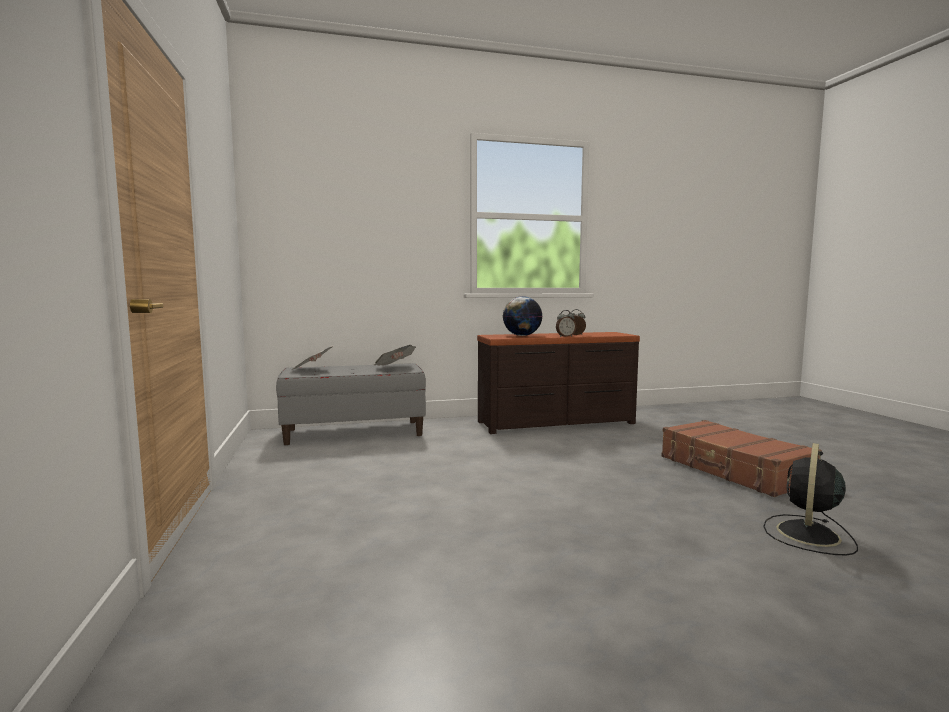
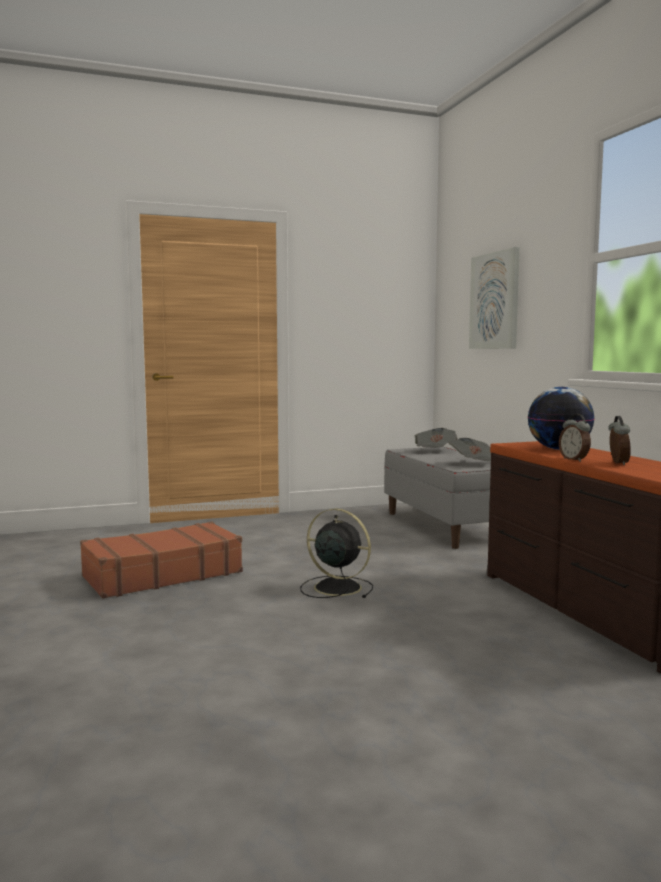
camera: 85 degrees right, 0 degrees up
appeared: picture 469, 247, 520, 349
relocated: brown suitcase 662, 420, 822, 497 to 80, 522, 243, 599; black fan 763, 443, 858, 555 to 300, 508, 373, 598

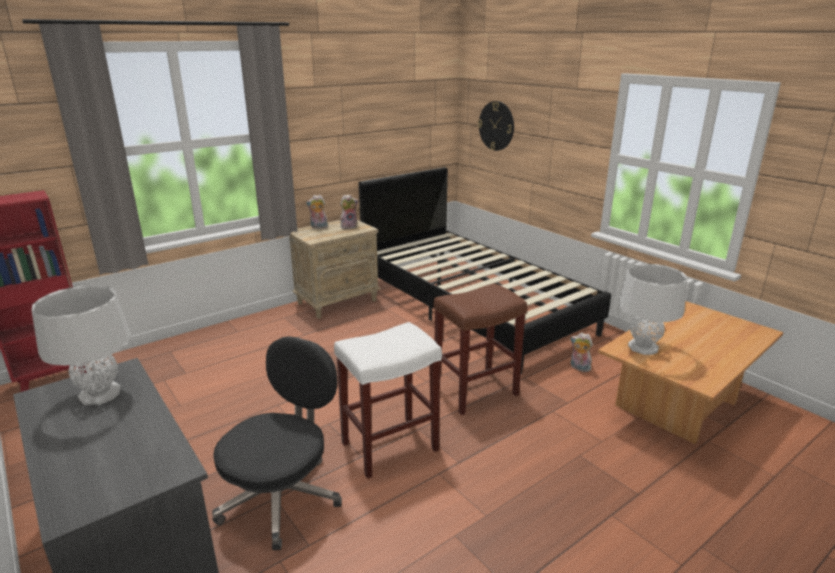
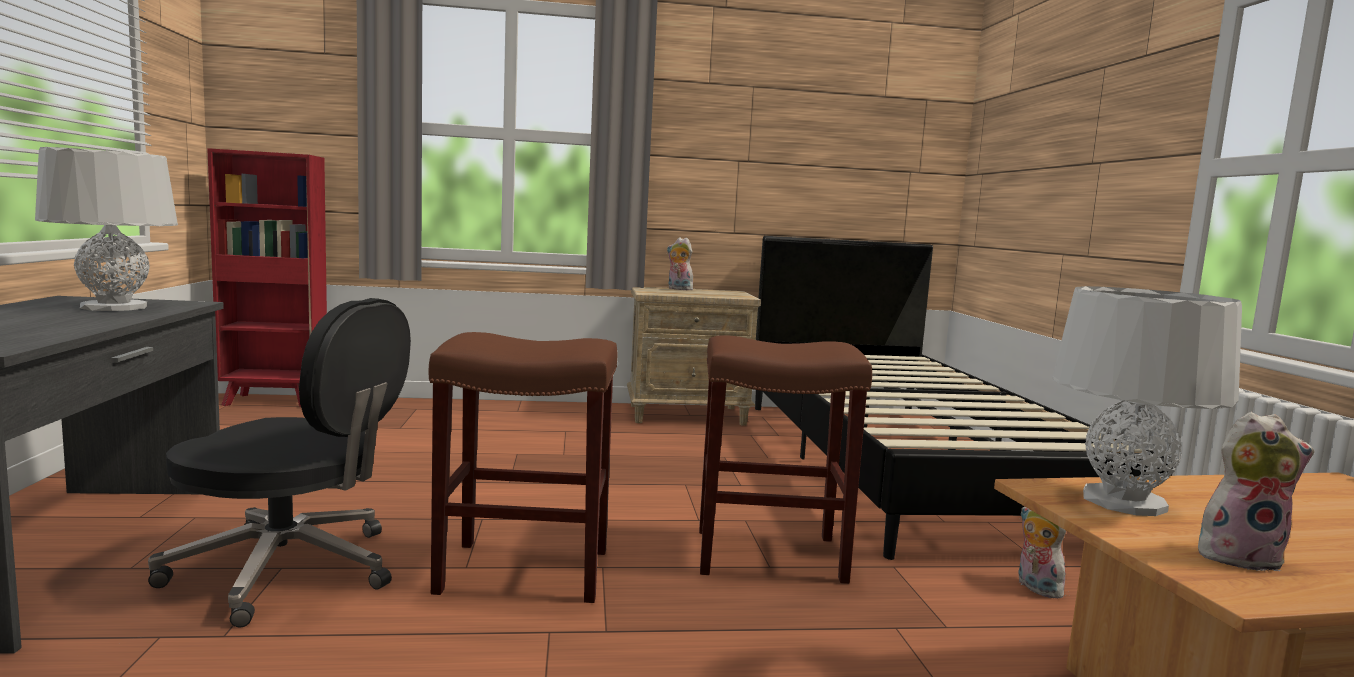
camera: 30 degrees right, 15 degrees down
missing: wall clock 478, 101, 514, 151
relocated: plush toy 340, 194, 359, 229 to 1198, 412, 1314, 571
colour: white stool 334, 322, 442, 479 to brown stool 429, 332, 617, 603
spun: black office chair 212, 336, 342, 550 = 148, 298, 411, 627 45 degrees clockwise

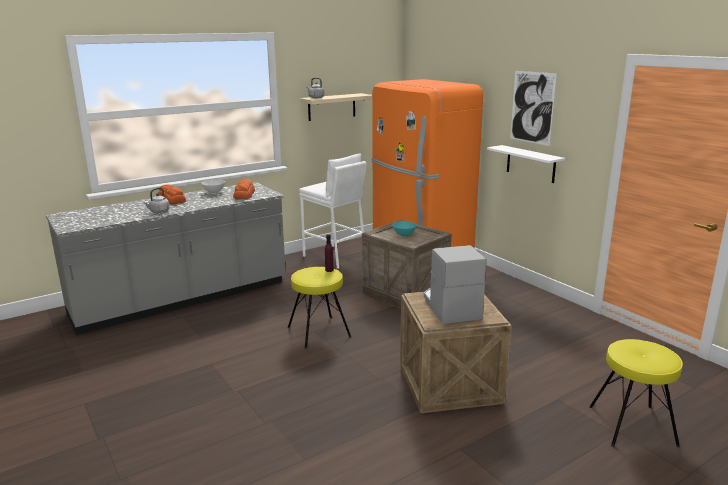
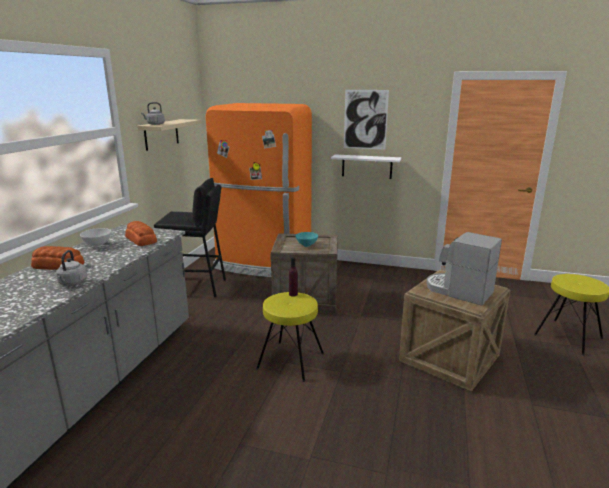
camera: 40 degrees left, 0 degrees up
colour: white stool 299, 153, 367, 269 to black stool 154, 178, 226, 297

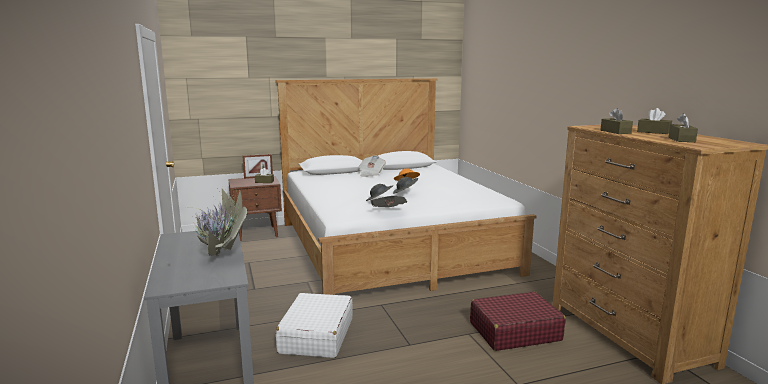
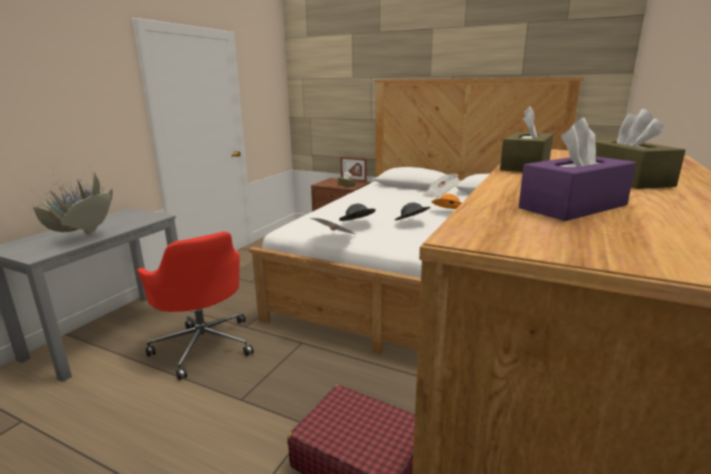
camera: 45 degrees right, 5 degrees up
exchanged: white suitcase 276, 293, 353, 358 to red office chair 136, 231, 254, 380
colour: brown tissue box 669, 113, 698, 142 to purple tissue box 519, 117, 636, 221

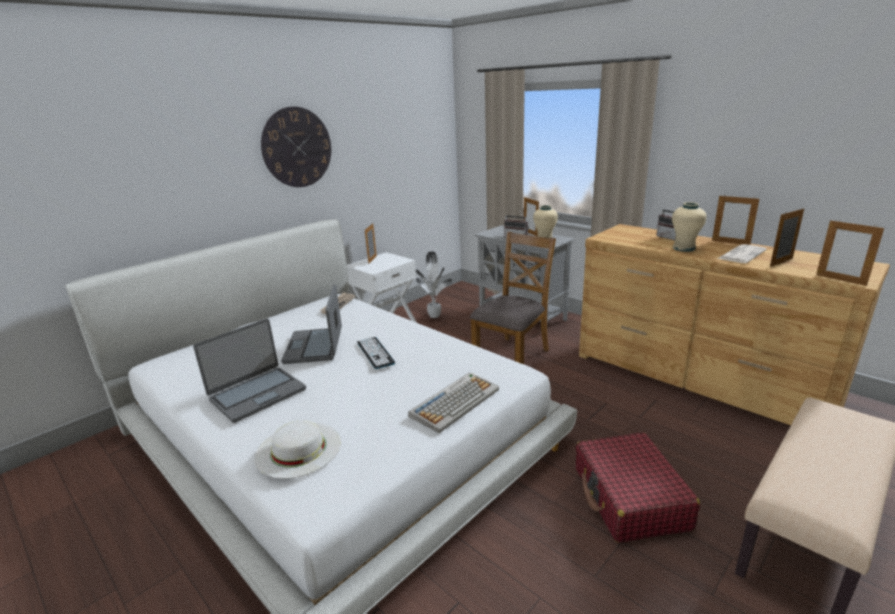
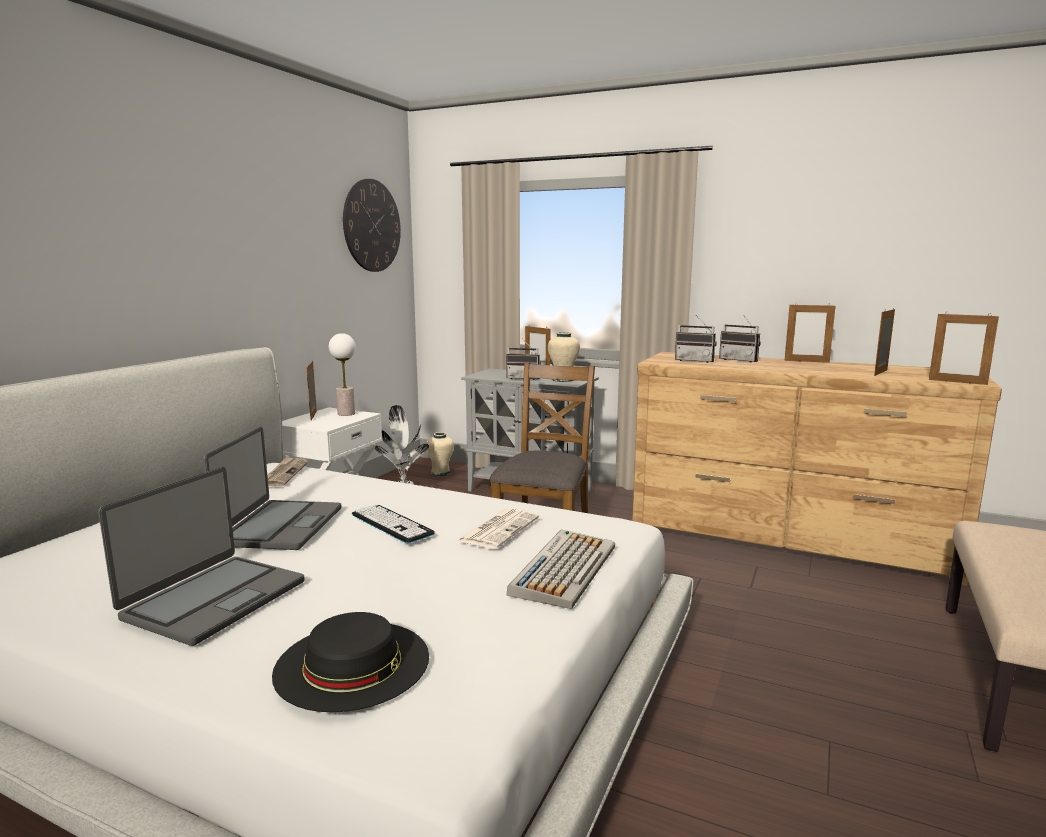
camera: 20 degrees left, 10 degrees down
missing: red suitcase 576, 432, 700, 543
appeared: table lamp 329, 333, 356, 416; radio 675, 315, 717, 363
relocated: wall clock 261, 106, 331, 187 to 343, 179, 401, 272; beige vase 672, 202, 707, 252 to 426, 432, 454, 476; newspaper 717, 244, 767, 263 to 457, 508, 539, 549
colour: white hat 255, 420, 341, 479 to black hat 272, 612, 429, 712
spun: laptop 281, 285, 342, 364 = 203, 427, 341, 550 150 degrees counterclockwise

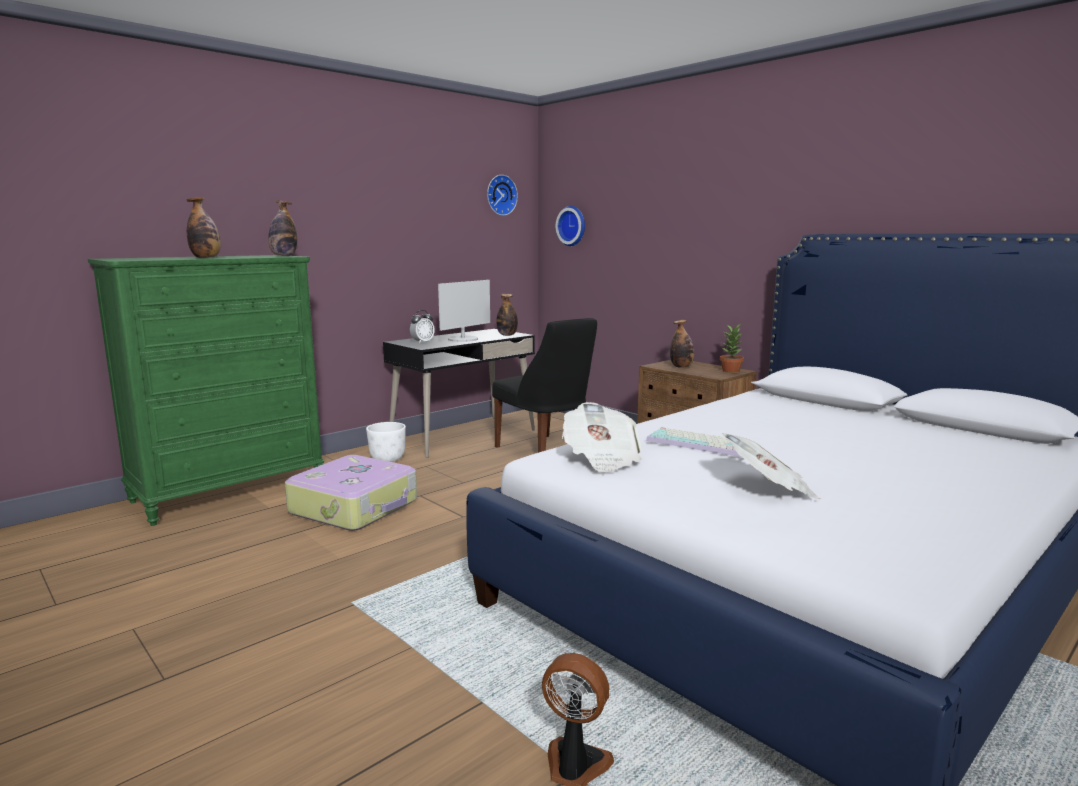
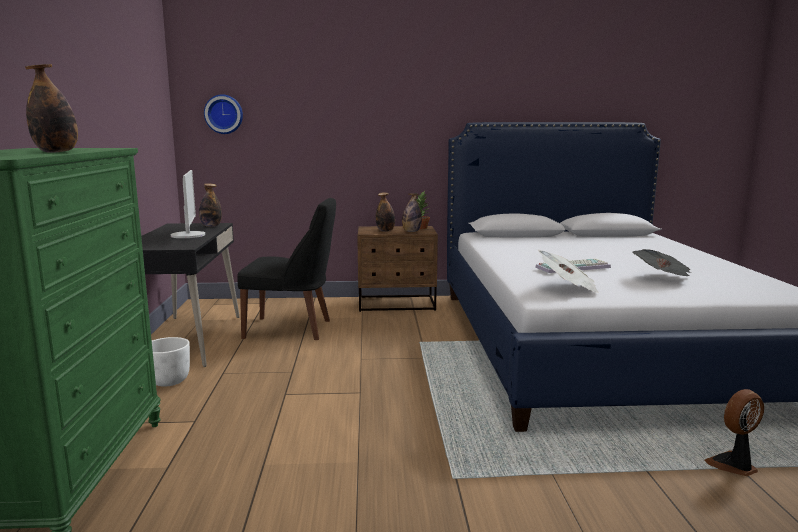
camera: 50 degrees left, 0 degrees up
missing: suitcase 285, 455, 417, 531; alarm clock 410, 310, 435, 344; wall clock 487, 175, 518, 216
relocated: bottle 268, 200, 297, 256 to 402, 193, 422, 232

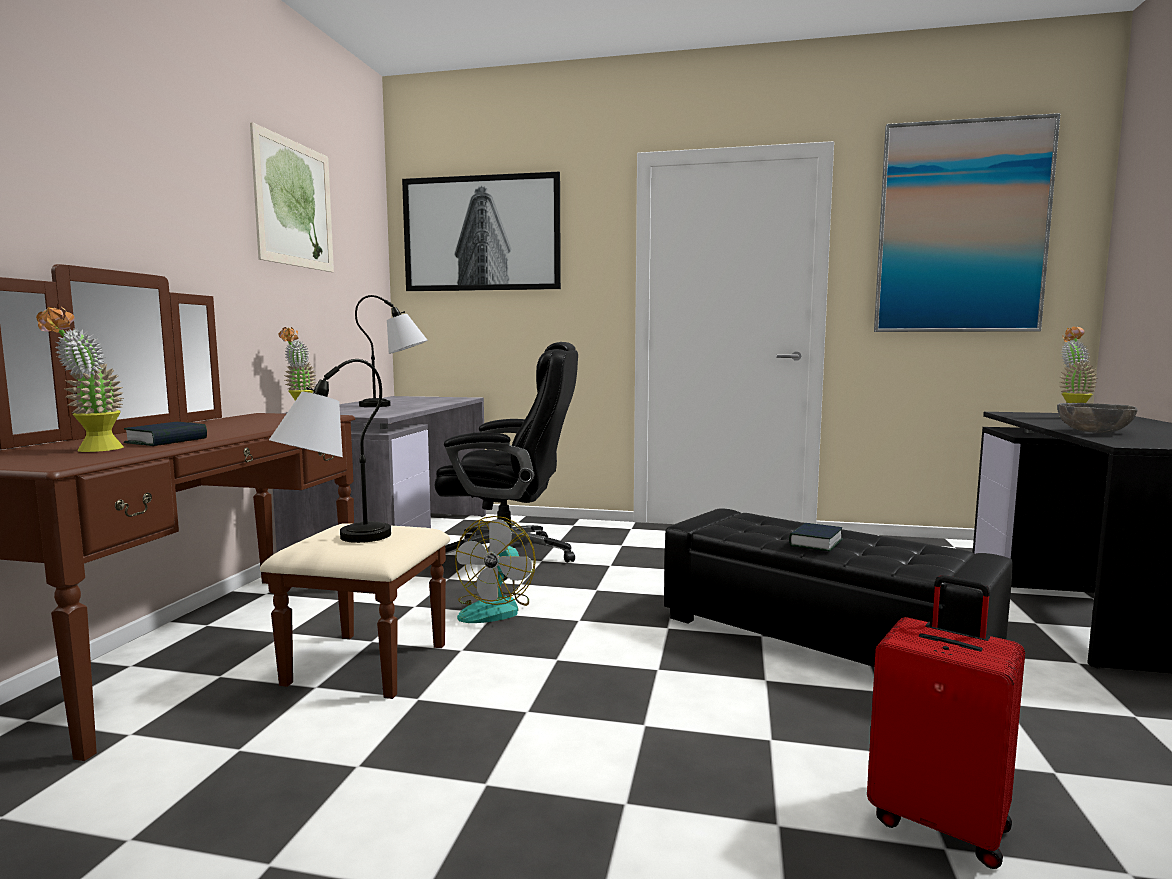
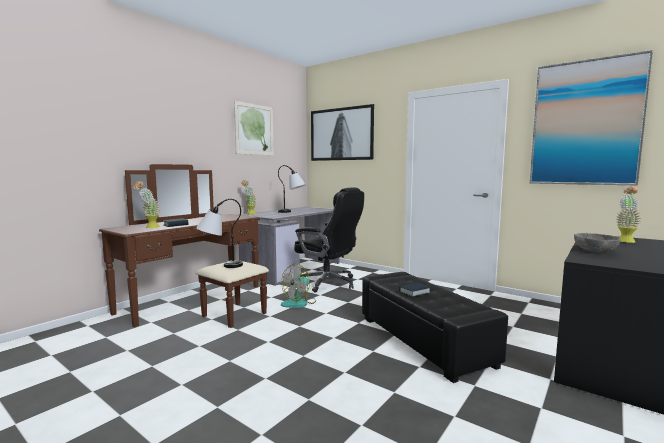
camera: 25 degrees right, 0 degrees up
missing: red suitcase 867, 575, 1025, 869

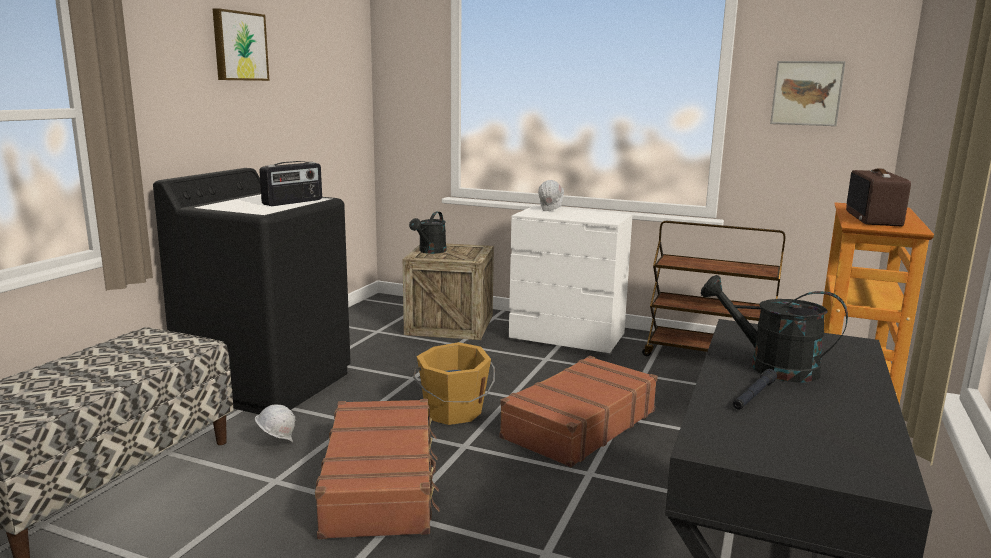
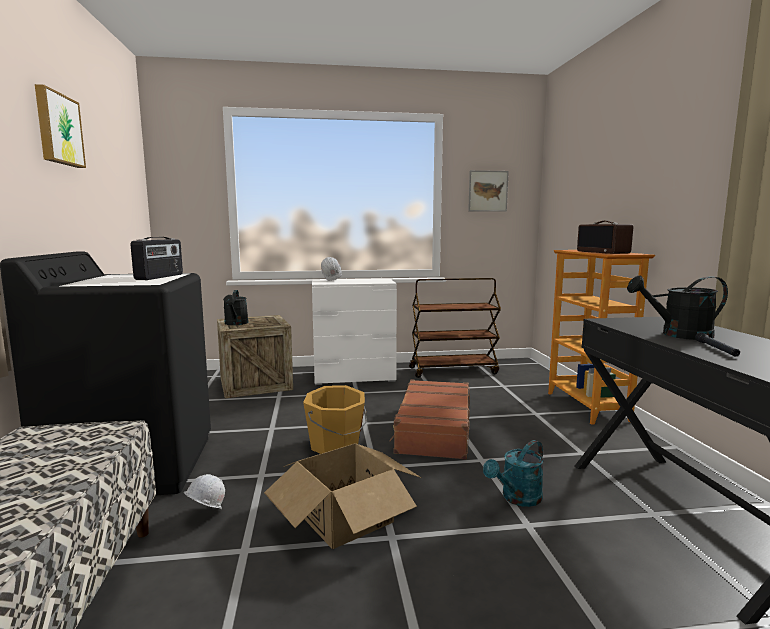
camera: 30 degrees left, 5 degrees down
appeared: turquoise watering can 483, 440, 544, 507
exchanged: brown suitcase 315, 399, 440, 539 to cardboard box 264, 443, 421, 549

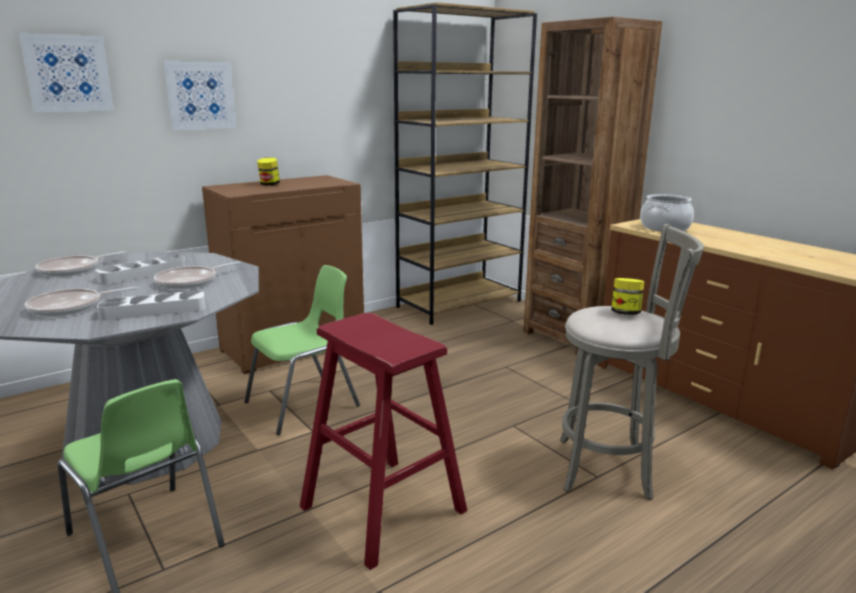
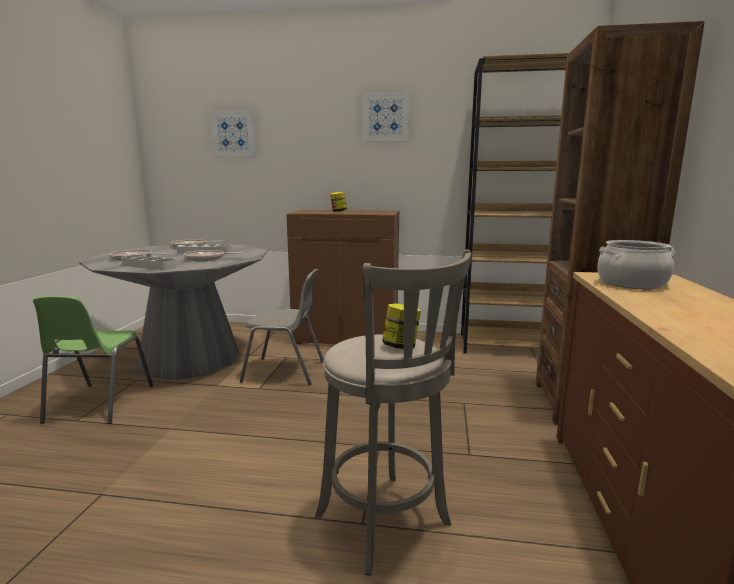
camera: 45 degrees right, 5 degrees down
missing: red stool 300, 313, 467, 570
relocated: picture 163, 61, 236, 131 to 363, 91, 410, 142
colour: green chair 244, 265, 360, 435 to grey chair 240, 269, 324, 386

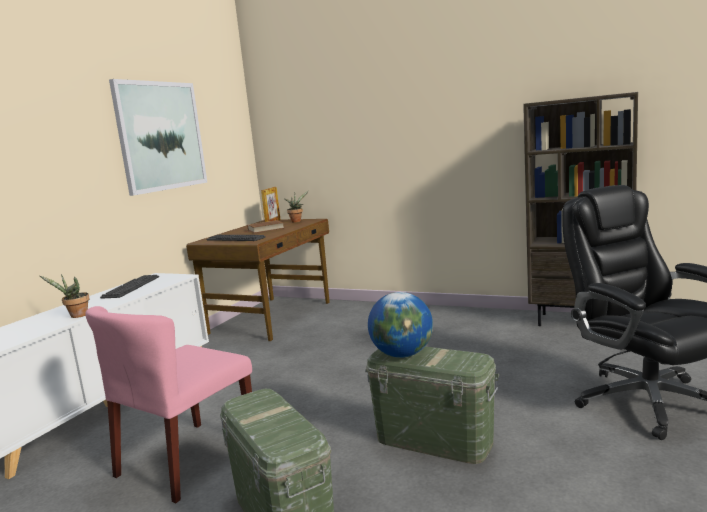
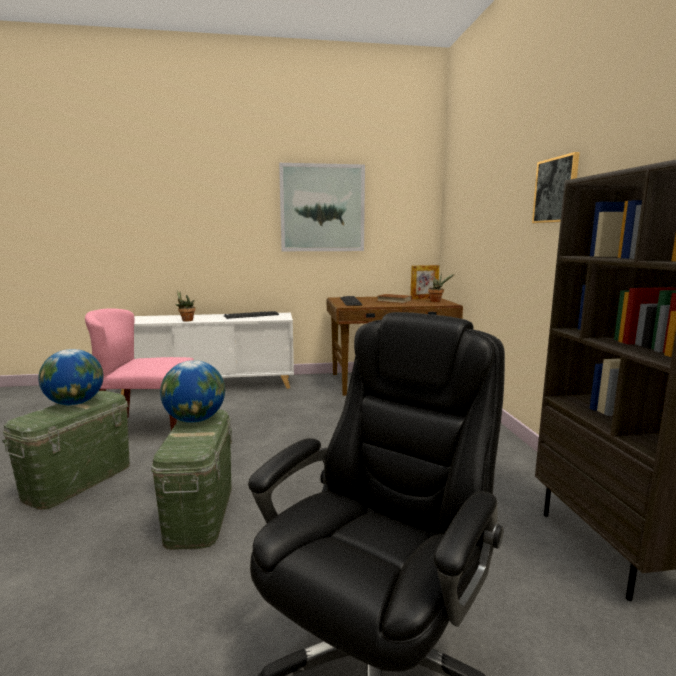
camera: 55 degrees right, 0 degrees up
appeared: globe 38, 349, 103, 405; picture 532, 152, 580, 223

